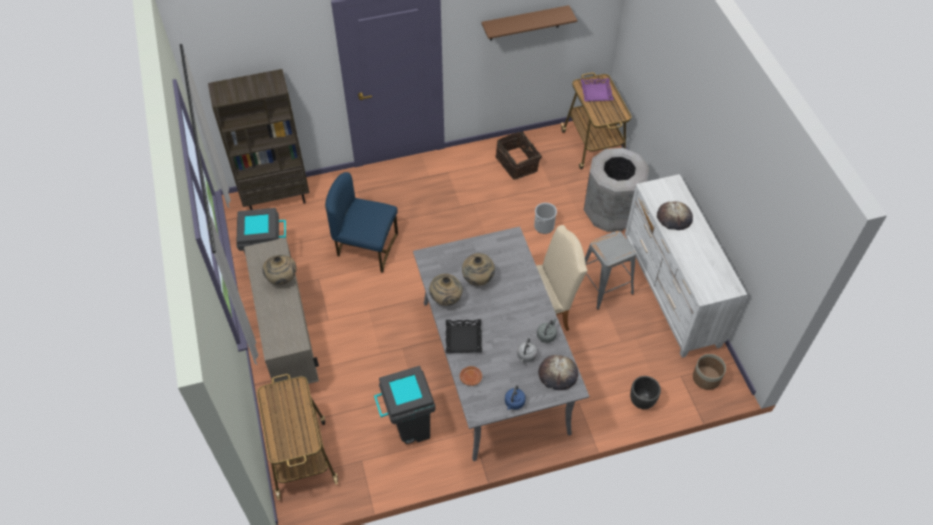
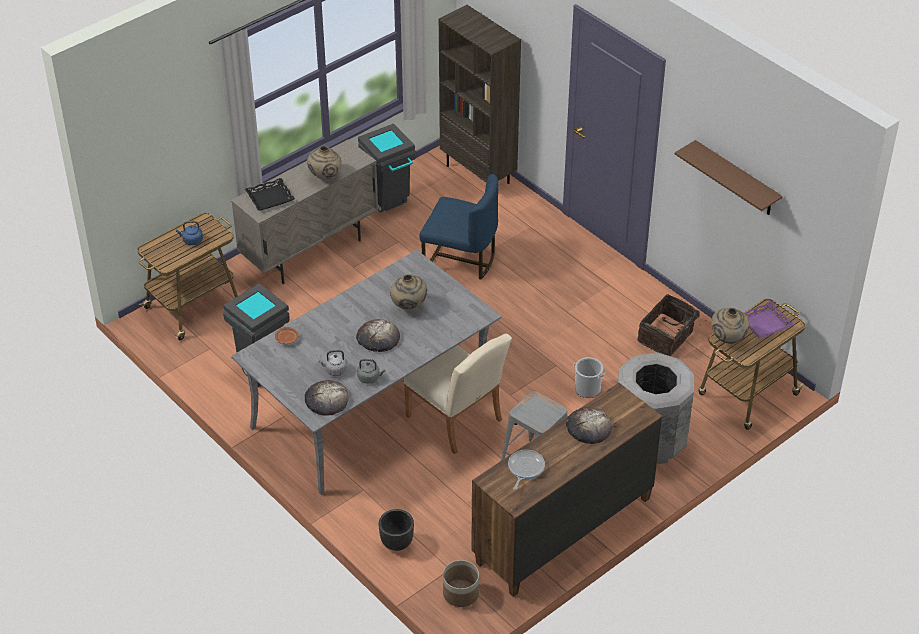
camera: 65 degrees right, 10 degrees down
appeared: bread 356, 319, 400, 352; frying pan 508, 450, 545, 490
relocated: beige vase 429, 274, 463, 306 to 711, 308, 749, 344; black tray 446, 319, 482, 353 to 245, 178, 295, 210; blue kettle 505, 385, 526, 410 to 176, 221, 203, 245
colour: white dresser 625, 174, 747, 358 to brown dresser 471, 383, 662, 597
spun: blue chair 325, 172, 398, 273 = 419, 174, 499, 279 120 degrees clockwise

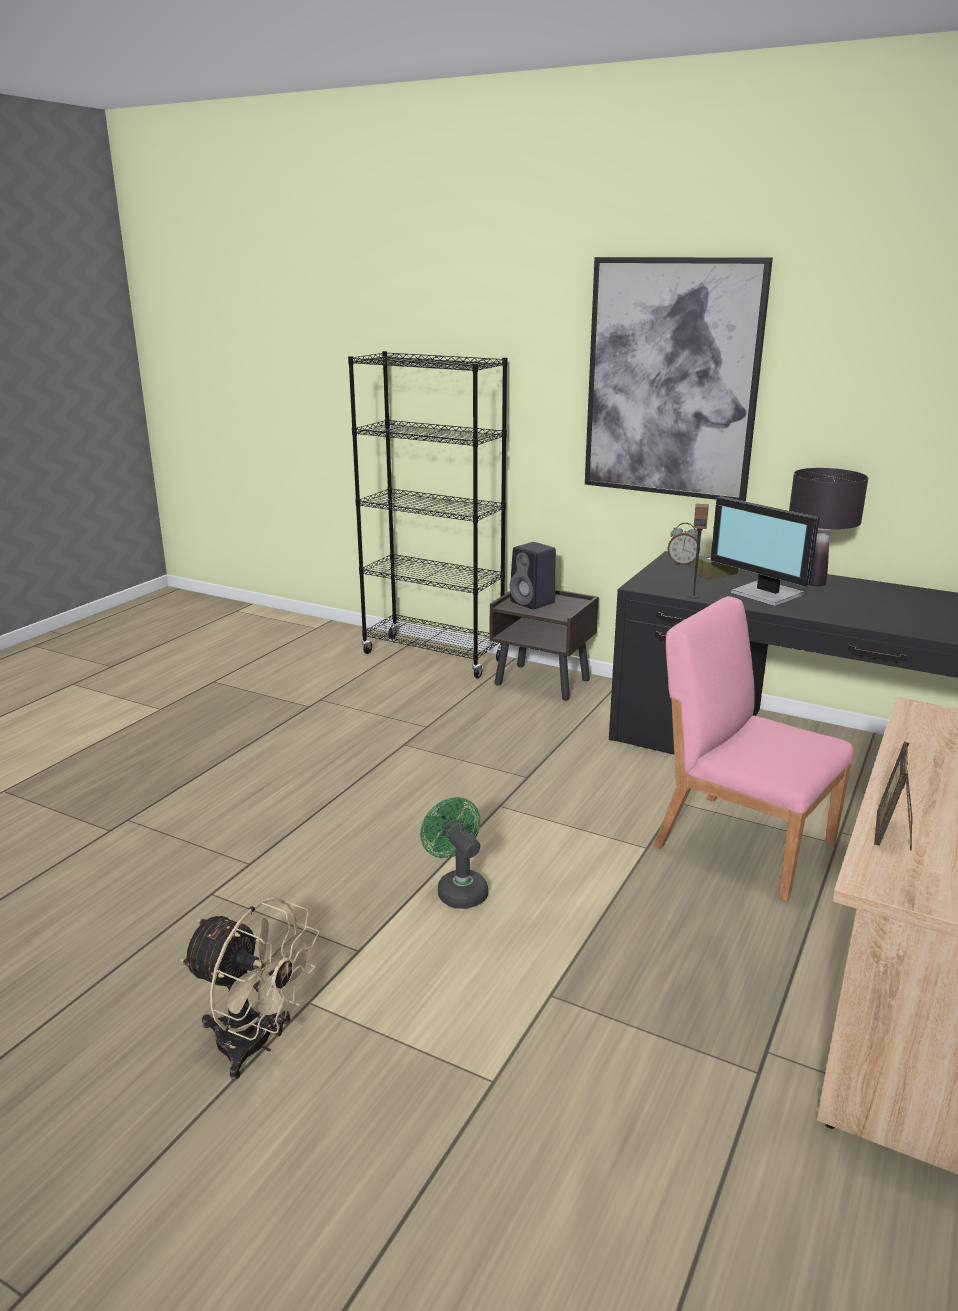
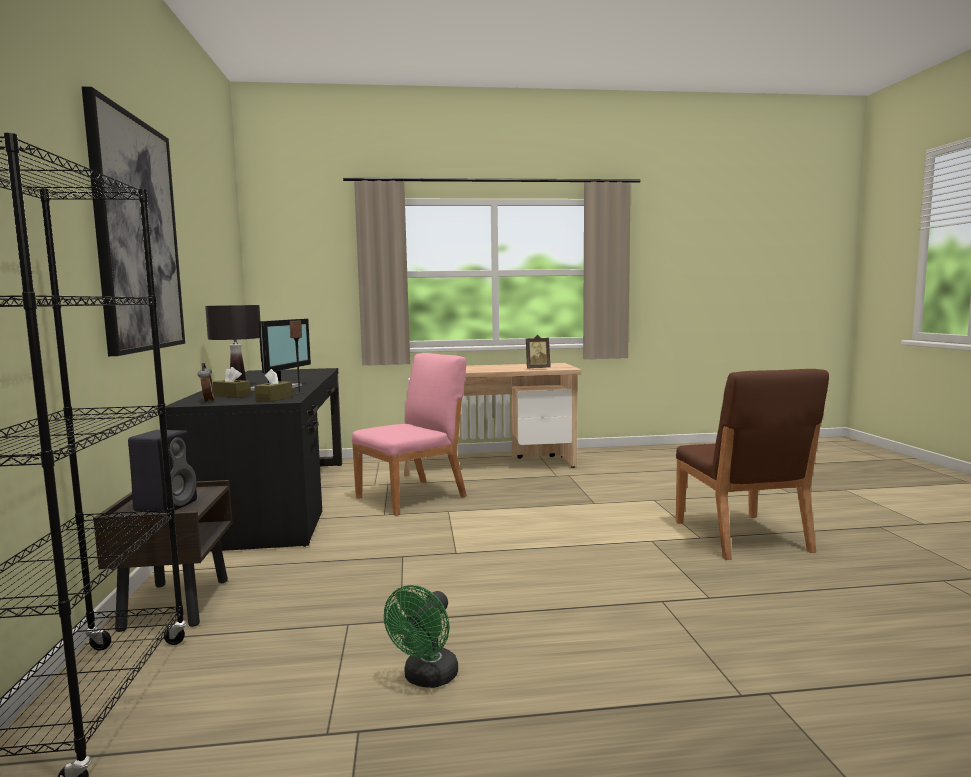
camera: 125 degrees left, 15 degrees down
appeared: brown tissue box 254, 369, 293, 402
relocated: green fan 420, 797, 488, 909 to 384, 585, 458, 688
exchanged: beige fan 180, 898, 319, 1080 to brown chair 676, 369, 829, 560
spun: pink chair 653, 596, 853, 901 = 352, 353, 467, 516 135 degrees counterclockwise

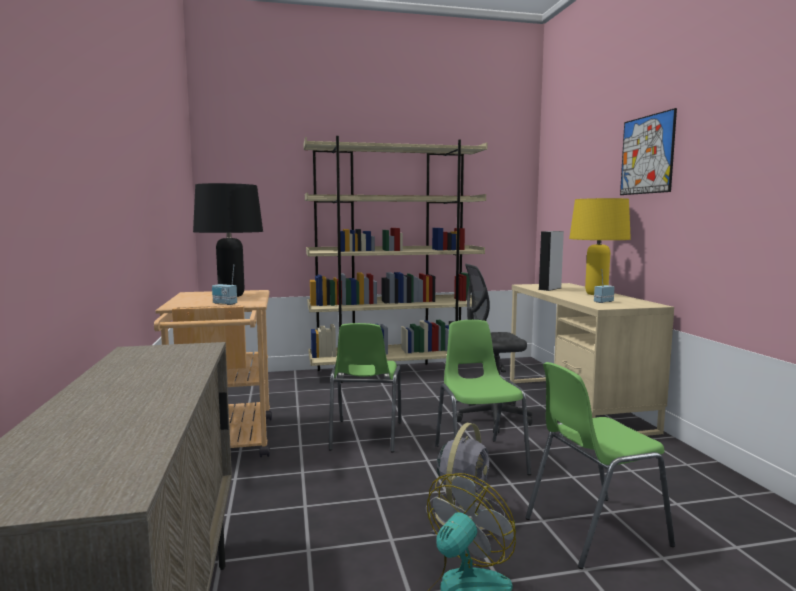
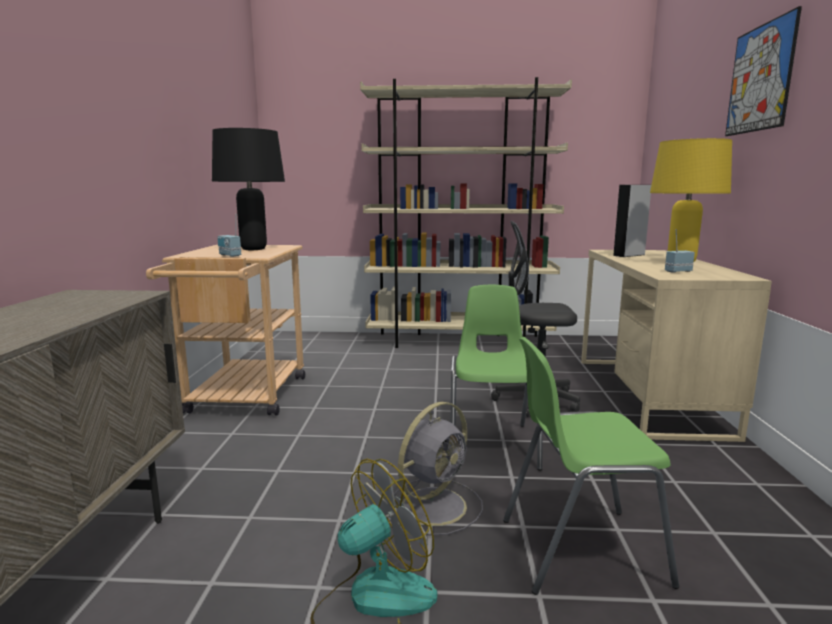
camera: 15 degrees right, 5 degrees up
missing: green chair 329, 323, 402, 452

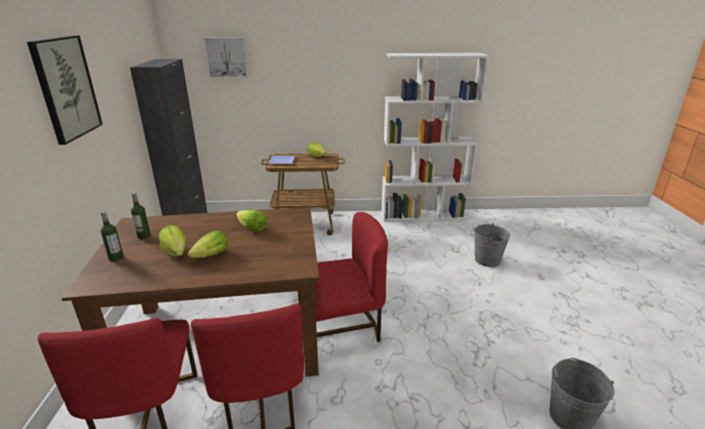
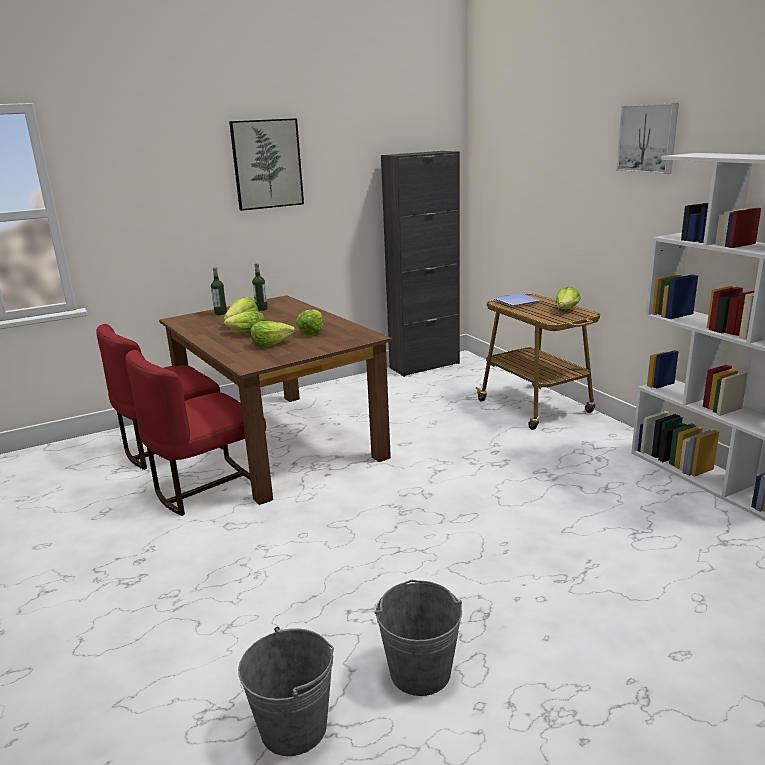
camera: 65 degrees right, 5 degrees down
missing: red chair 298, 212, 388, 342
appeared: lettuce 250, 321, 295, 347
relocated: picture 204, 37, 248, 78 to 616, 103, 679, 174; grey bucket 473, 223, 510, 267 to 374, 580, 462, 696

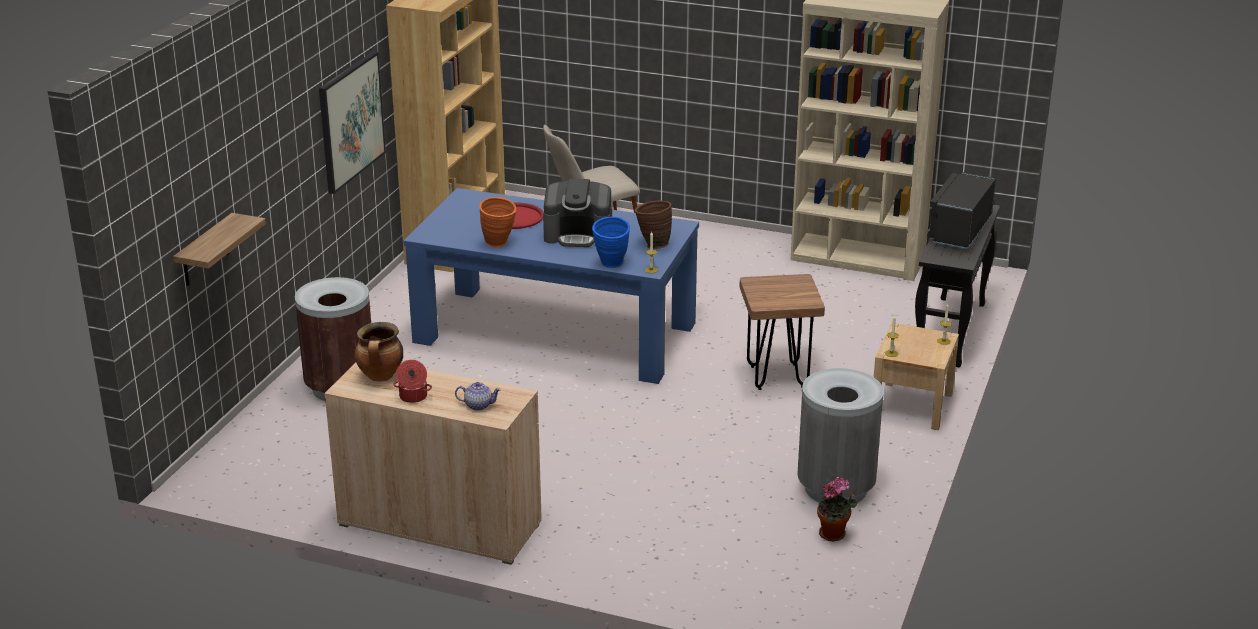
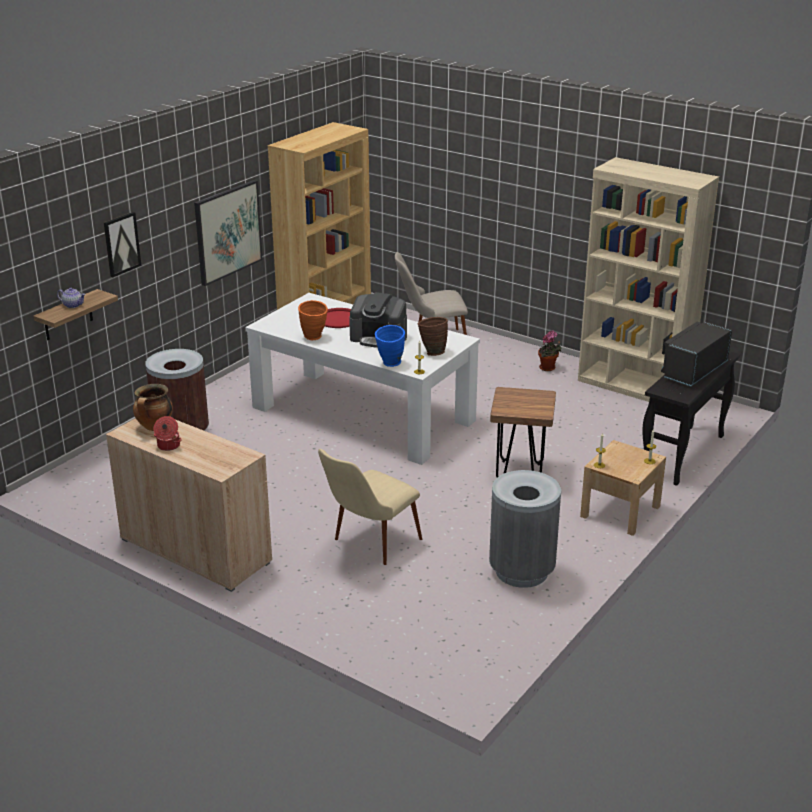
camera: 15 degrees right, 0 degrees up
appeared: picture 104, 212, 141, 277; beige chair 318, 449, 422, 565
relocated: teapot 455, 382, 501, 411 to 57, 288, 86, 308; potted plant 817, 477, 857, 541 to 538, 330, 561, 371
colour: blue dining table 403, 188, 699, 384 to white dining table 245, 293, 480, 465

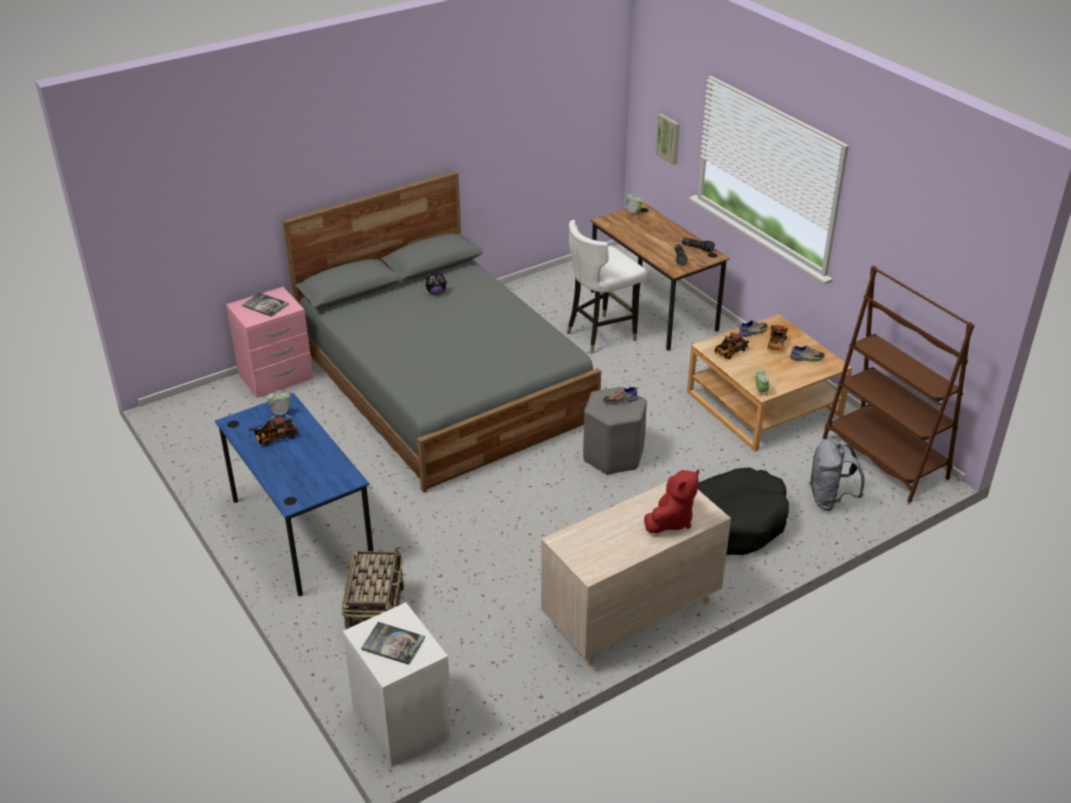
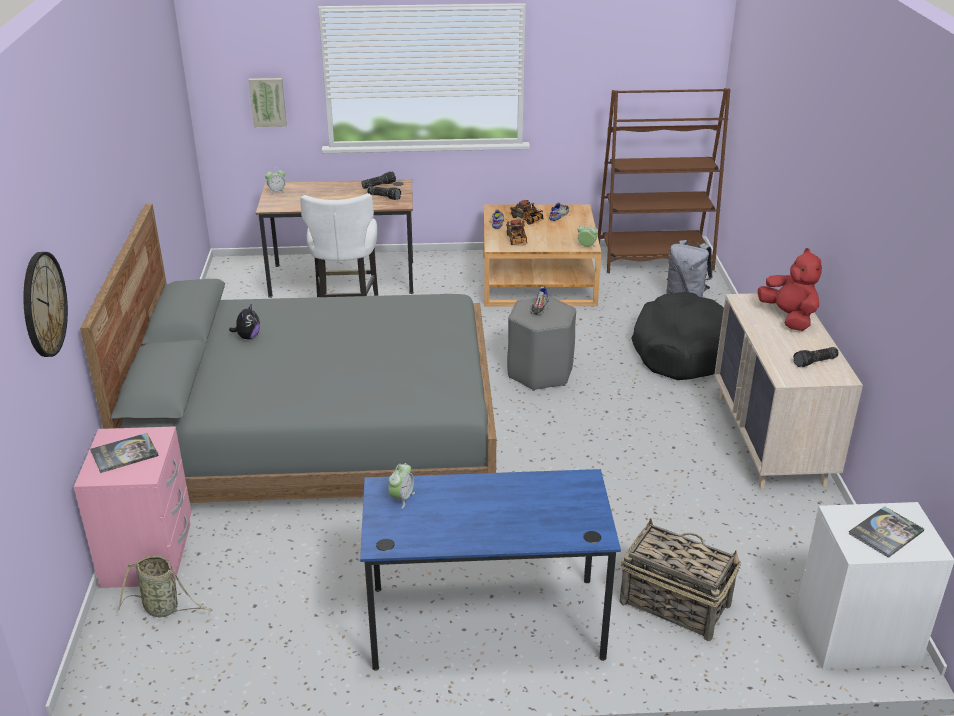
camera: 60 degrees left, 5 degrees down
missing: toy truck 249, 415, 297, 446
appeared: wall clock 23, 252, 68, 357; basket 118, 556, 213, 617; flashlight 793, 347, 839, 367

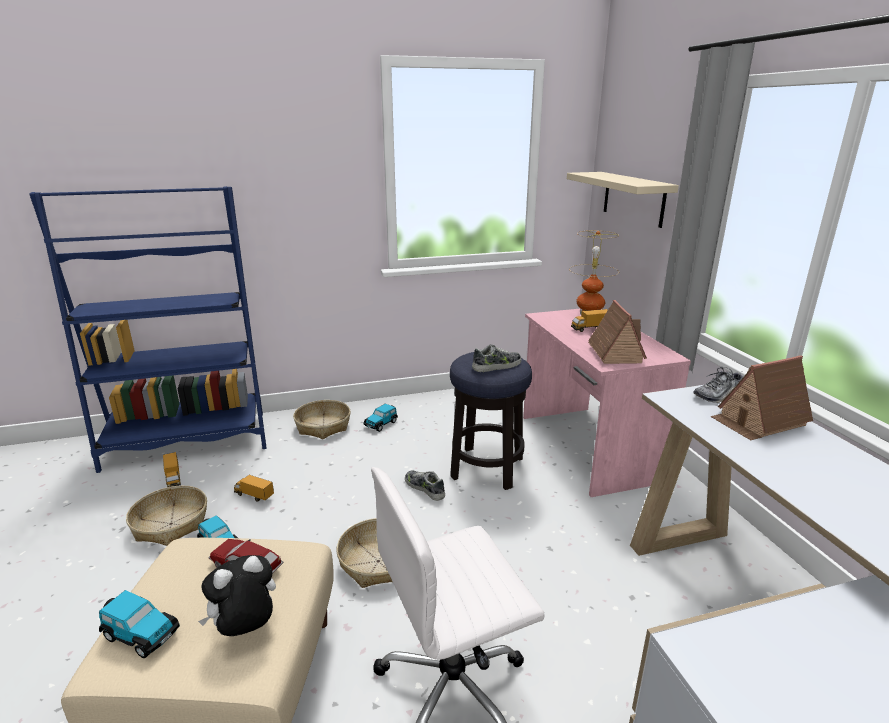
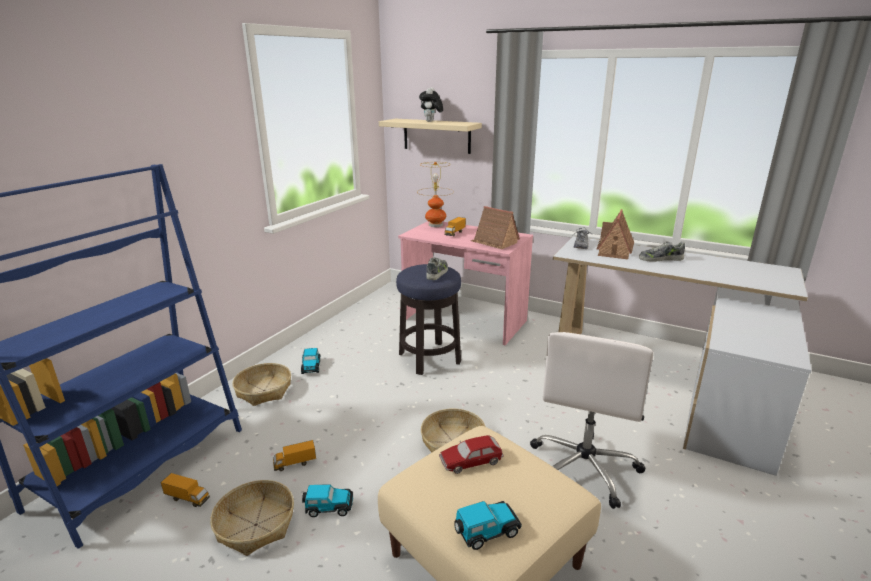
camera: 45 degrees left, 0 degrees up
relocated: plush toy 198, 555, 276, 636 to 419, 87, 443, 122; shoe 405, 471, 445, 501 to 639, 241, 685, 262

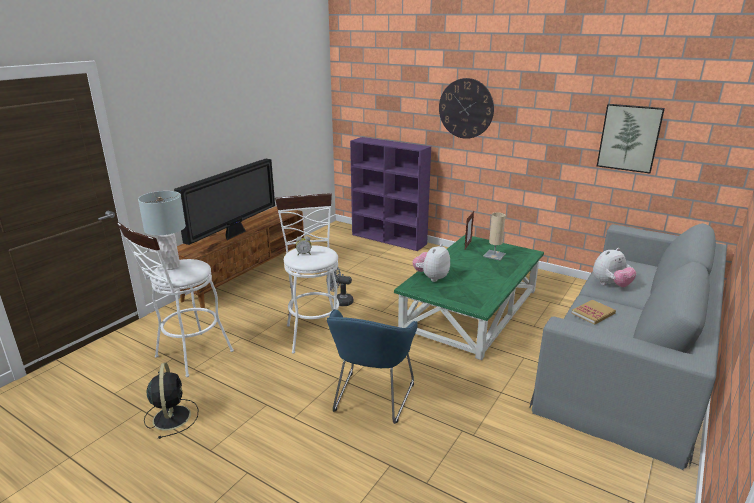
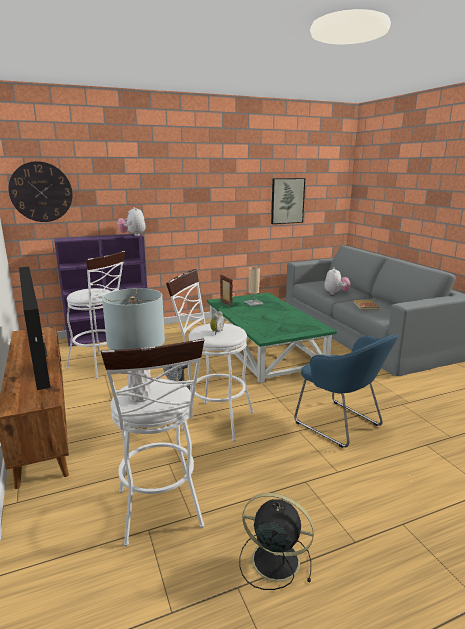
camera: 55 degrees left, 5 degrees down
appeared: white stool 66, 251, 125, 378
relocated: plush toy 413, 244, 450, 282 to 118, 207, 146, 236; wall clock 439, 78, 494, 139 to 8, 161, 72, 222

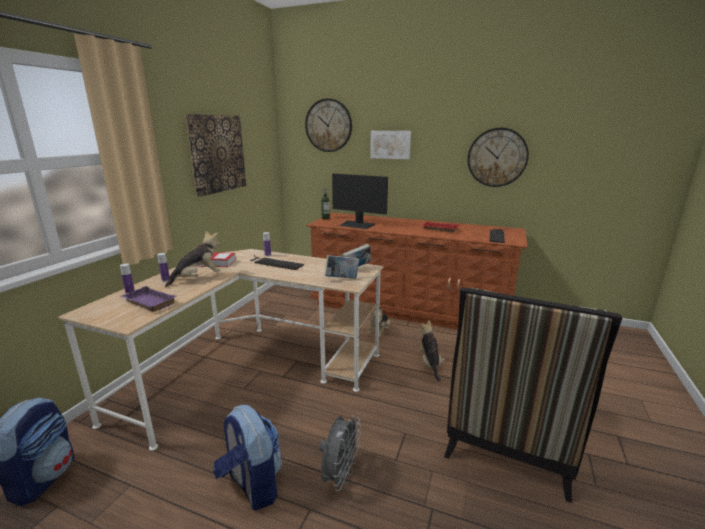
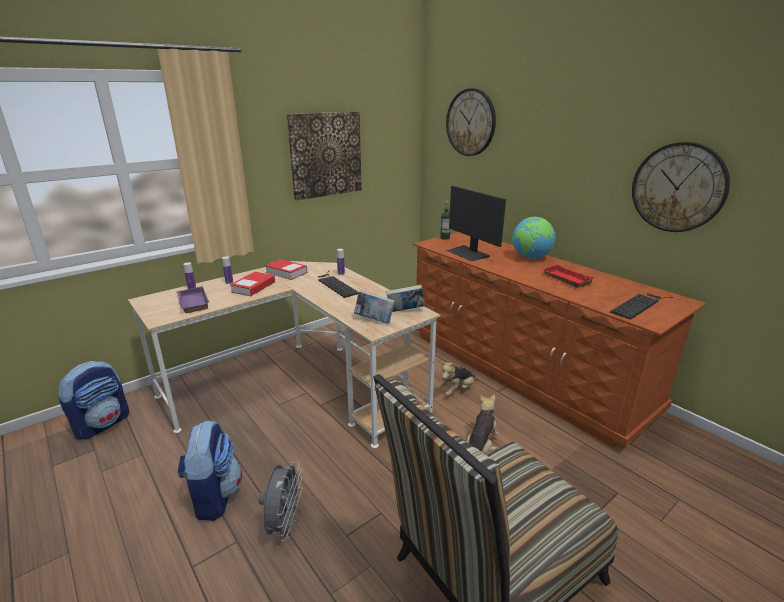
camera: 30 degrees right, 5 degrees up
missing: picture 370, 131, 411, 159
appeared: globe 512, 217, 555, 259
exchanged: plush toy 165, 231, 220, 287 to book 230, 272, 275, 296
spun: grey fan 319, 415, 361, 491 = 259, 462, 302, 541 45 degrees counterclockwise

